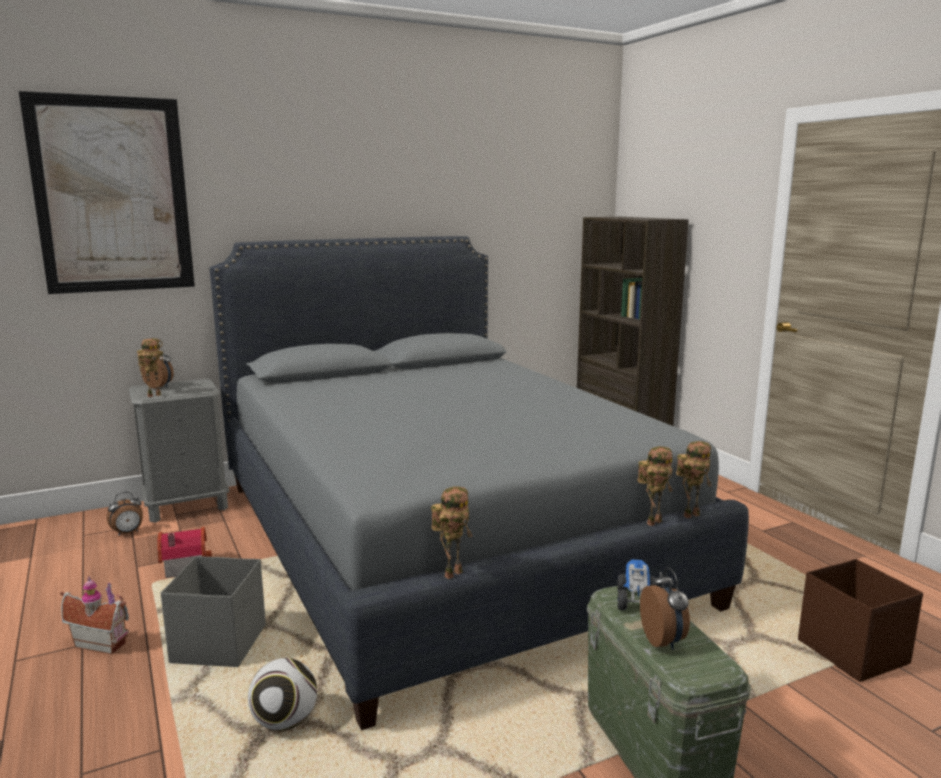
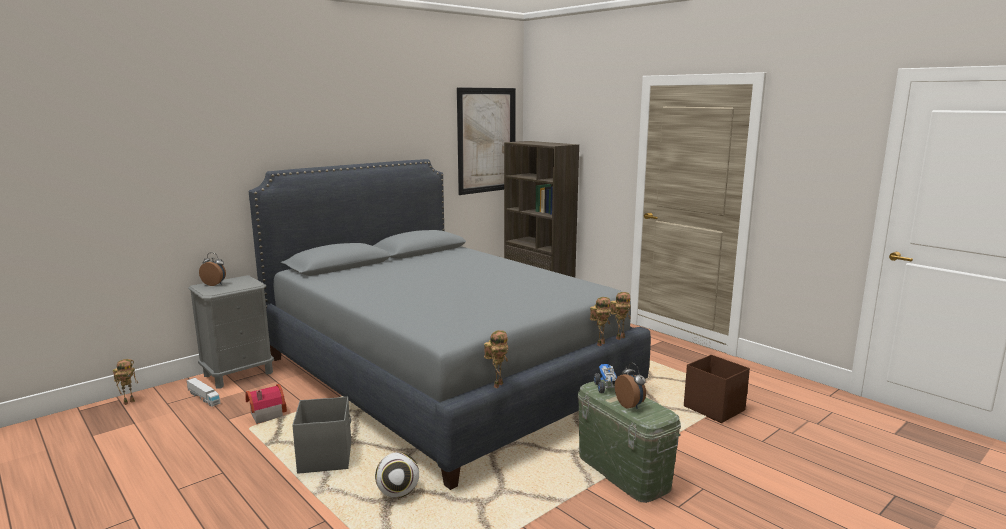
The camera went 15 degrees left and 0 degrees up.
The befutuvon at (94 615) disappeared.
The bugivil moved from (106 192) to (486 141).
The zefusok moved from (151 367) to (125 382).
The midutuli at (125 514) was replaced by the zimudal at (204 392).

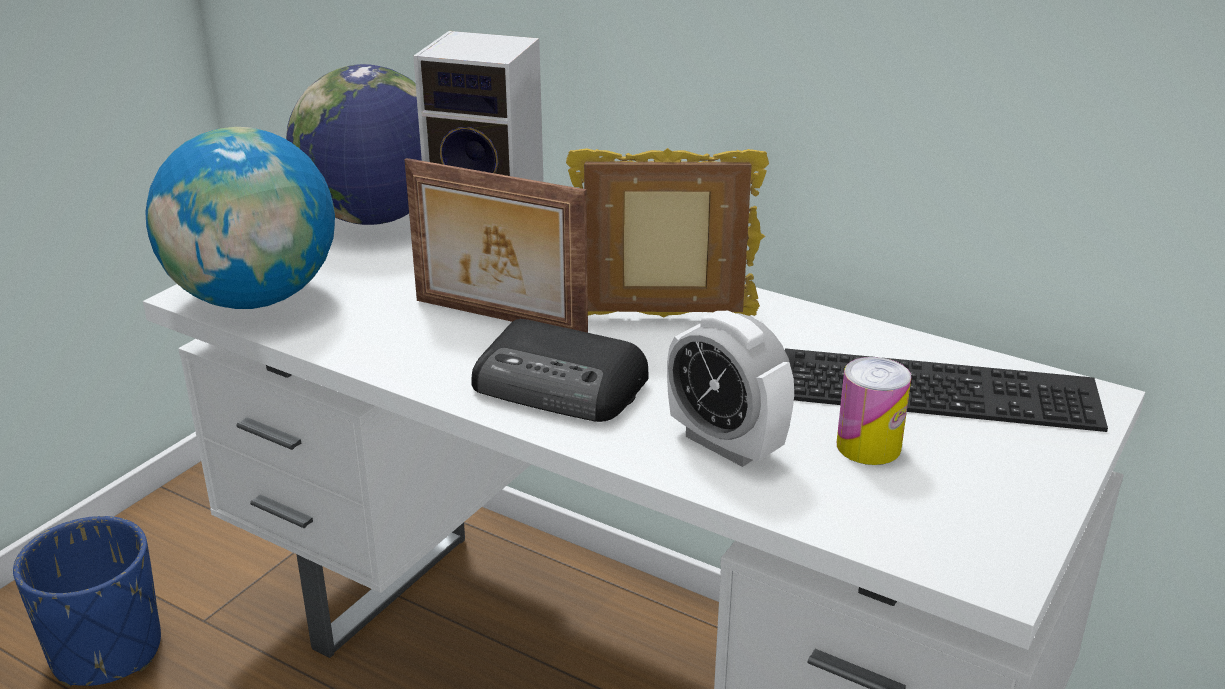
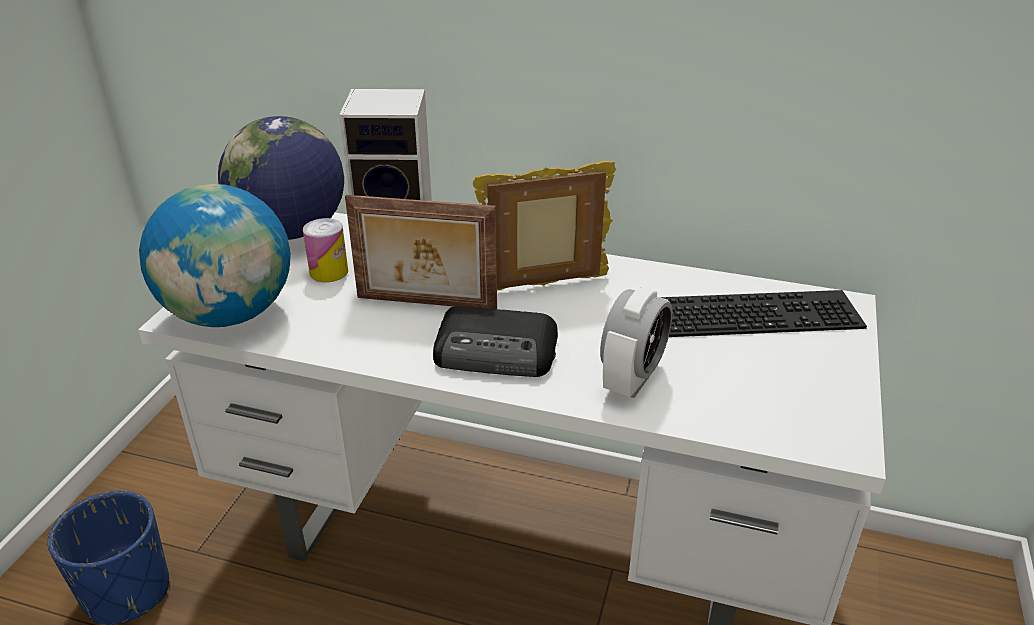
The camera went 15 degrees left and 5 degrees up.
The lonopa moved from (874 411) to (325 250).
The midutuli at (730 389) turned 90 degrees counterclockwise.

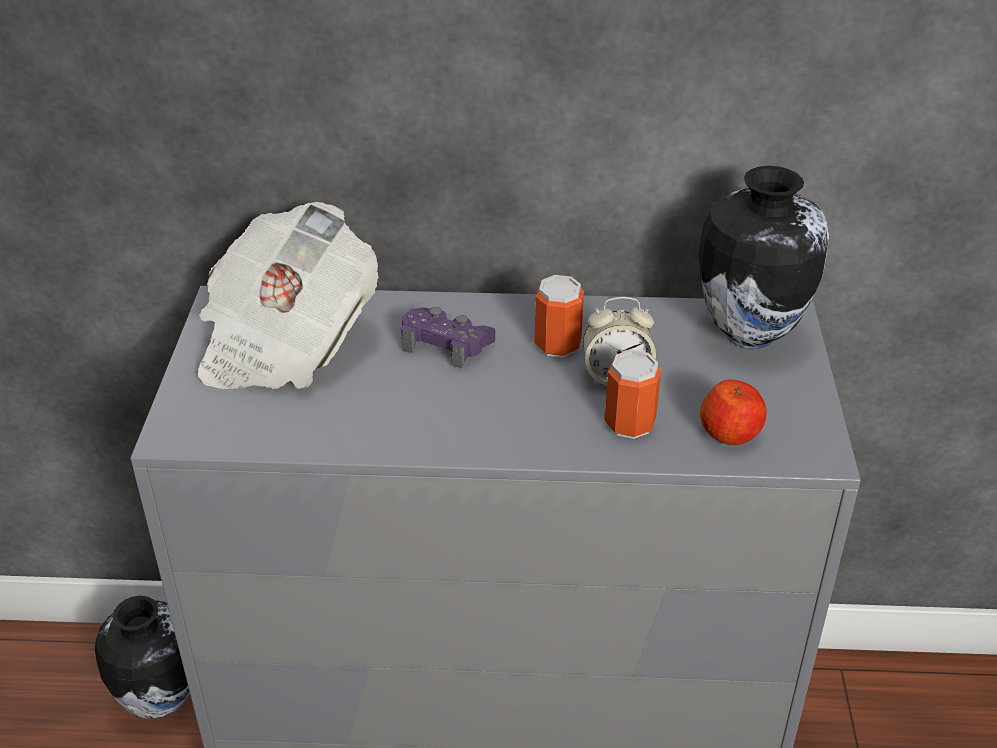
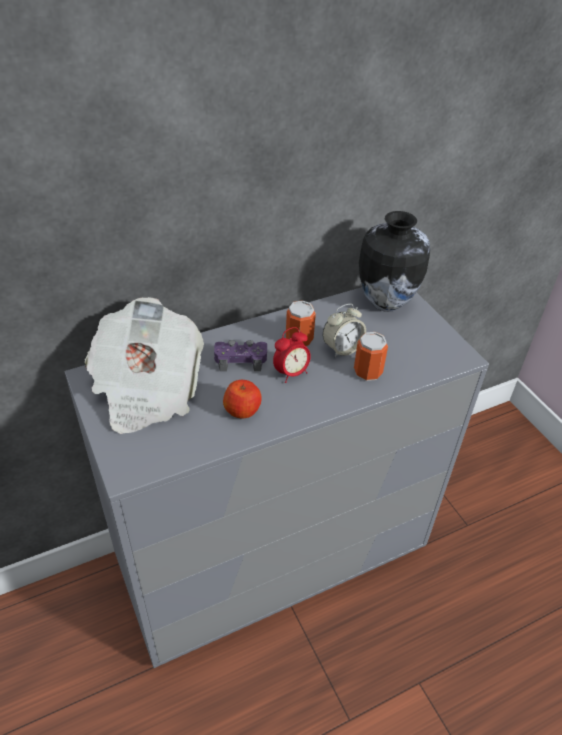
The camera went 30 degrees left and 5 degrees up.
The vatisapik at (142 657) disappeared.
The midutuli at (292 355) appeared.
The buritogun moved from (733 412) to (242 399).

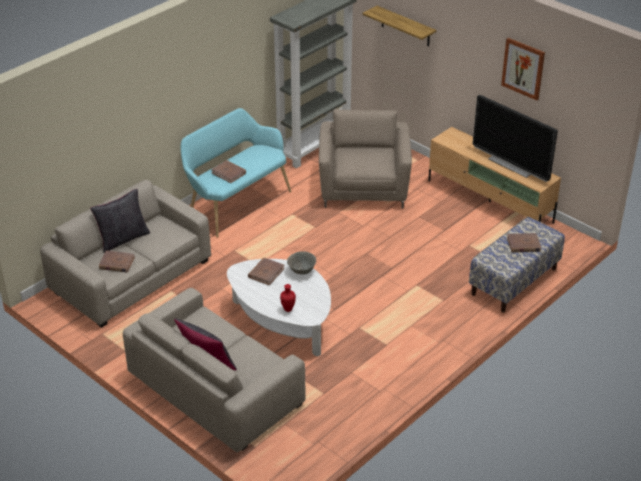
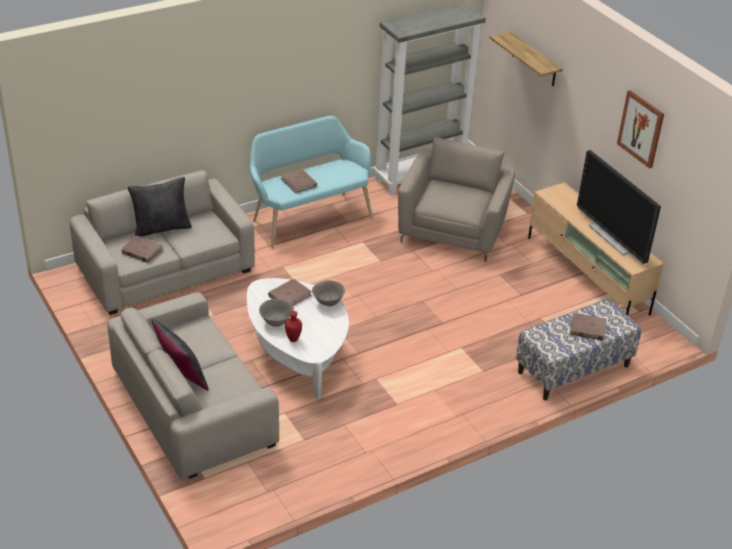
The camera went 15 degrees right and 0 degrees up.
The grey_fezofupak at (276 312) appeared.

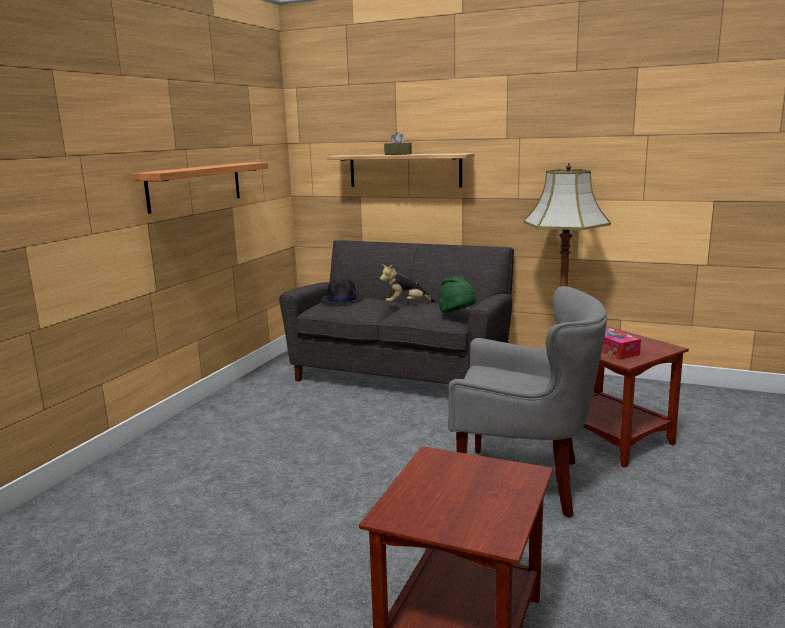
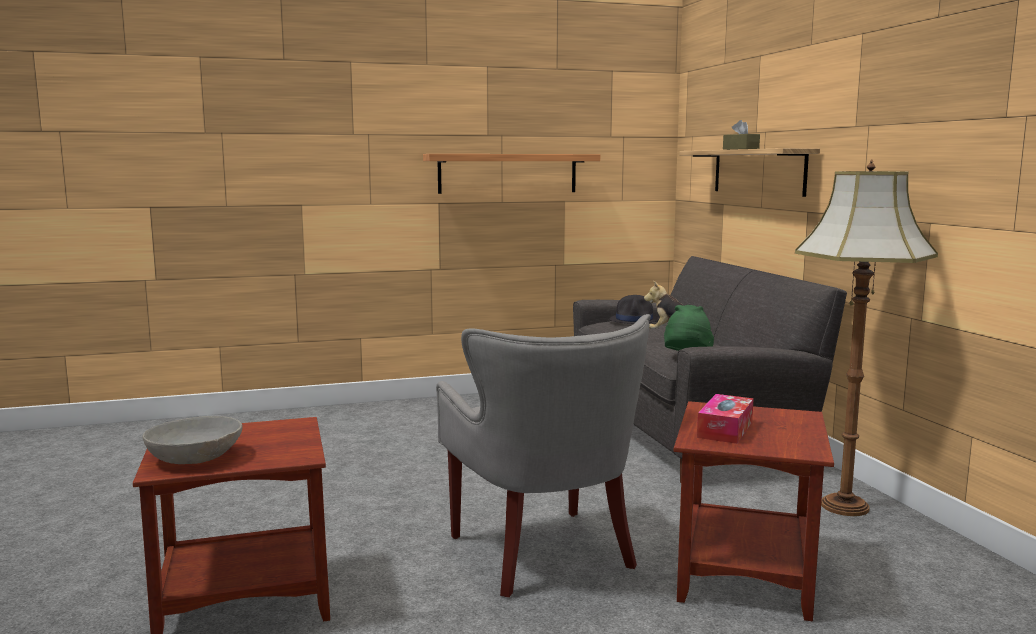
The camera went 50 degrees right and 5 degrees down.
The grey_fezofupak at (192 440) appeared.

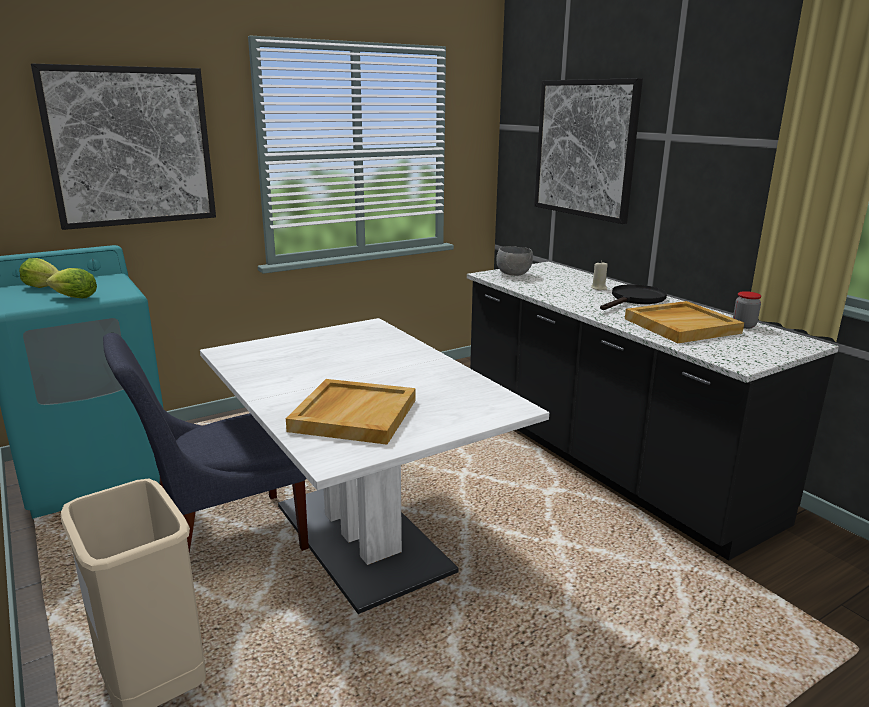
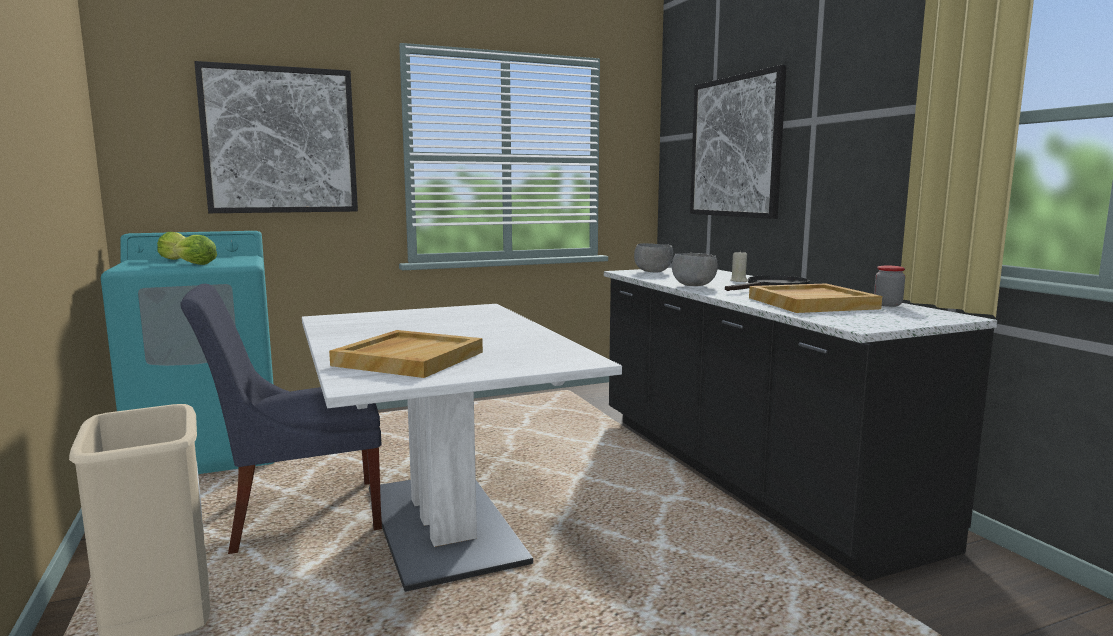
The camera went 10 degrees right and 10 degrees down.
The grey_fezofupak at (695 269) appeared.

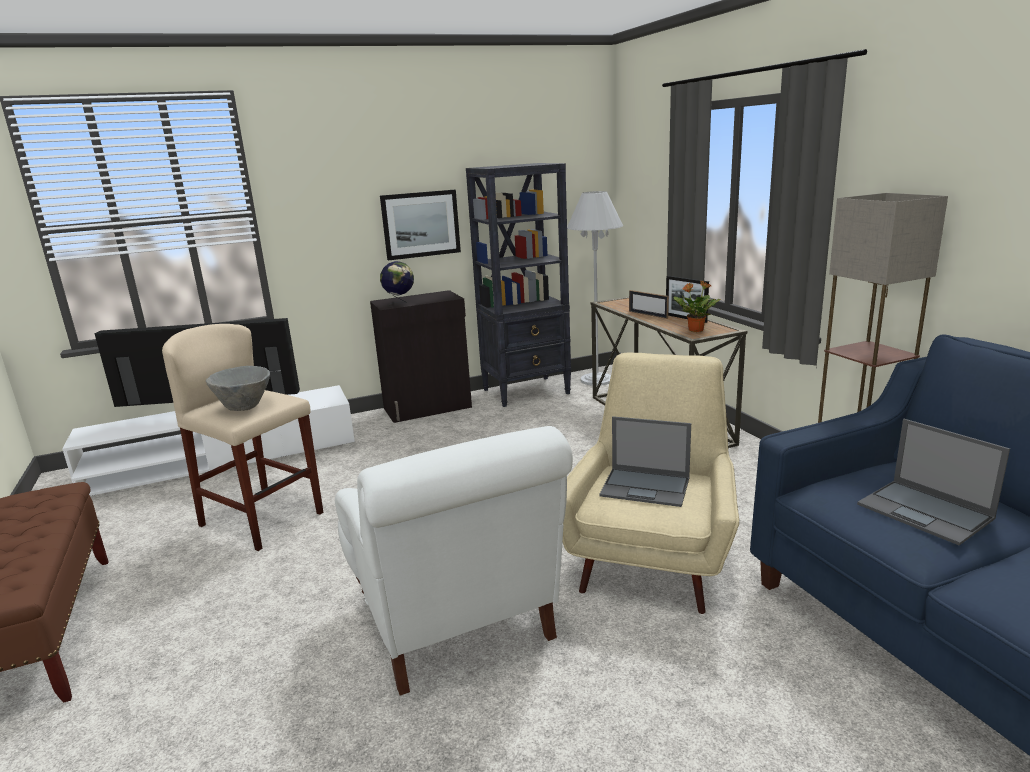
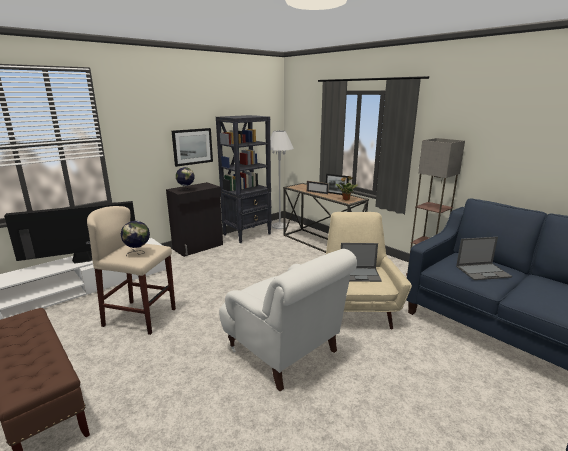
The camera went 20 degrees left and 0 degrees up.
The grey_fezofupak at (238 388) was replaced by the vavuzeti at (135 238).
The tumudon at (933 482) turned 45 degrees counterclockwise.

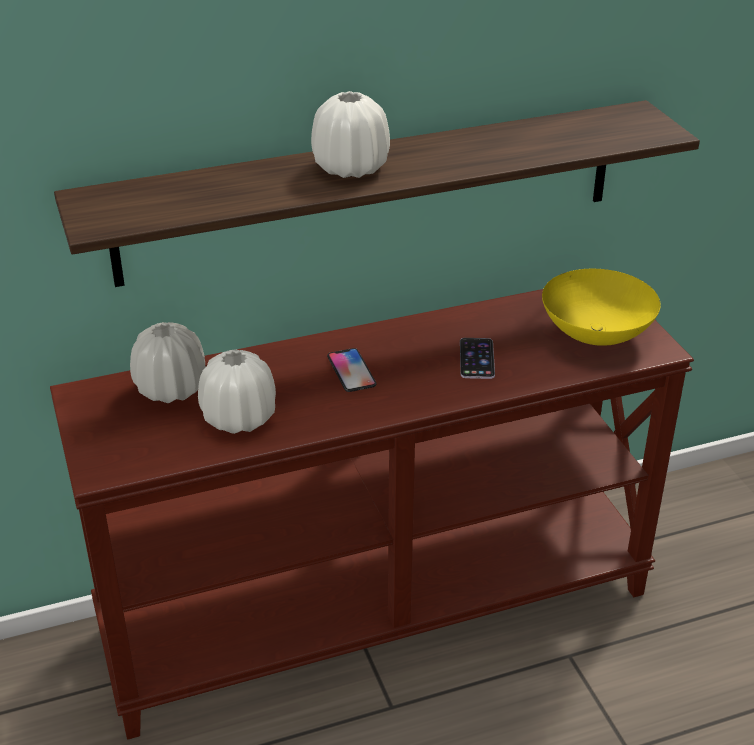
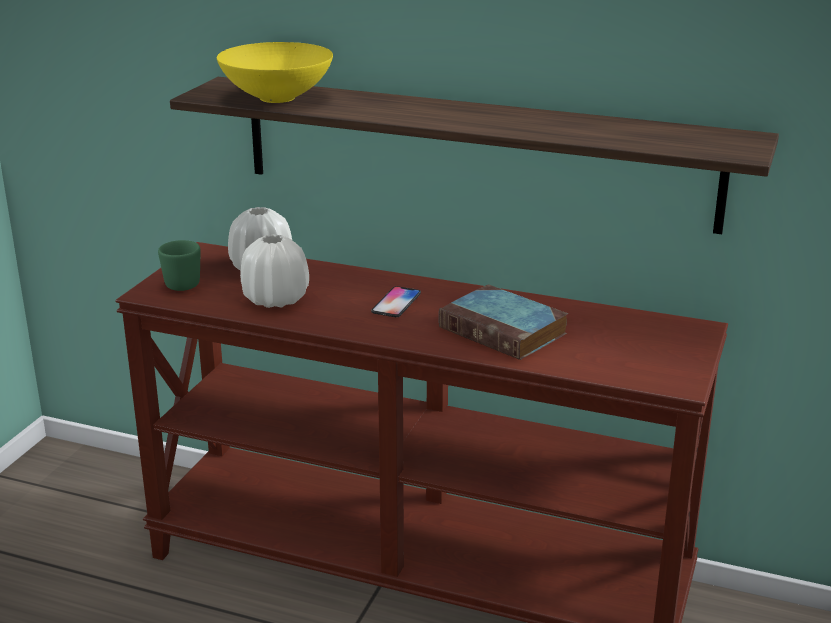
The camera went 40 degrees right and 10 degrees down.
The white_vatisapik at (350 134) disappeared.
The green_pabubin at (179 265) appeared.
The yellow_fezofupak moved from (601 307) to (275 72).
The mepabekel at (477 358) was replaced by the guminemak at (503 322).

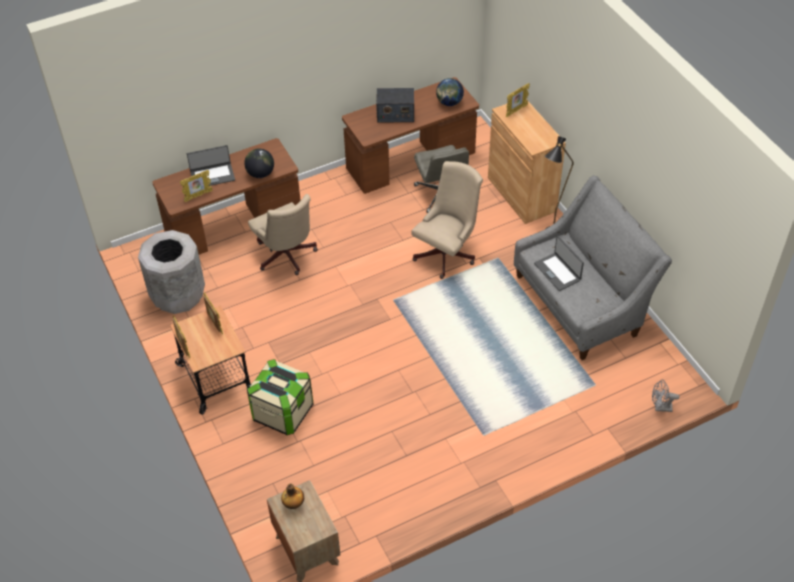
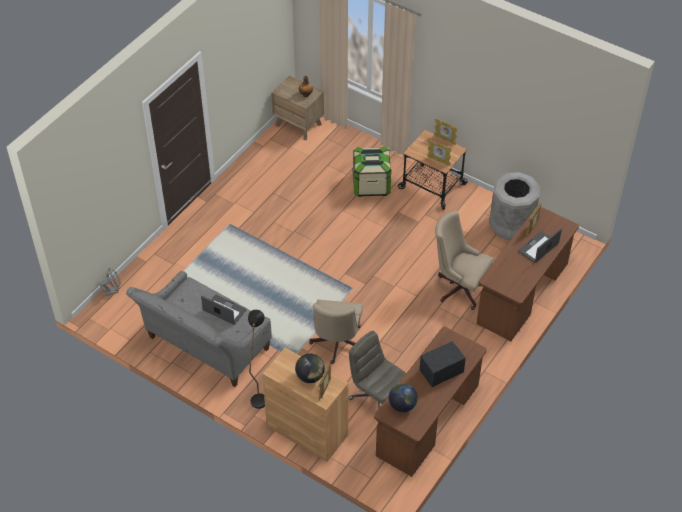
The camera went 150 degrees right and 0 degrees up.
The vavuzeti moved from (259 163) to (310 368).

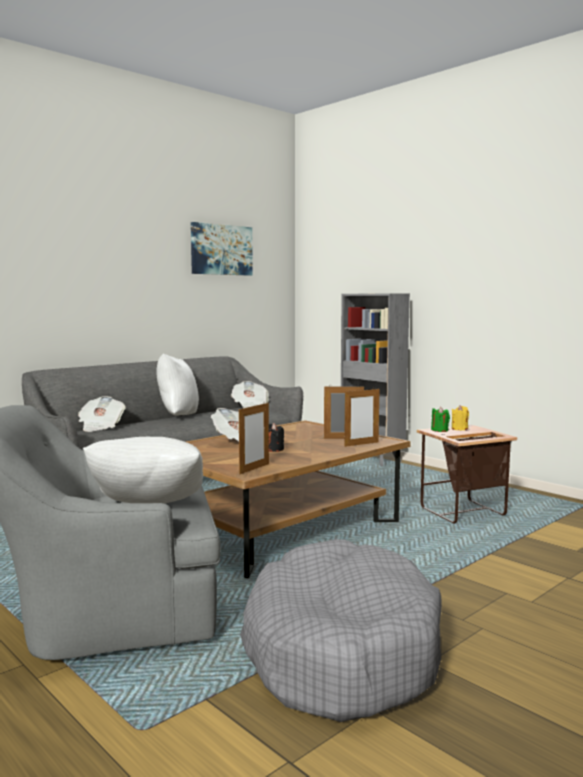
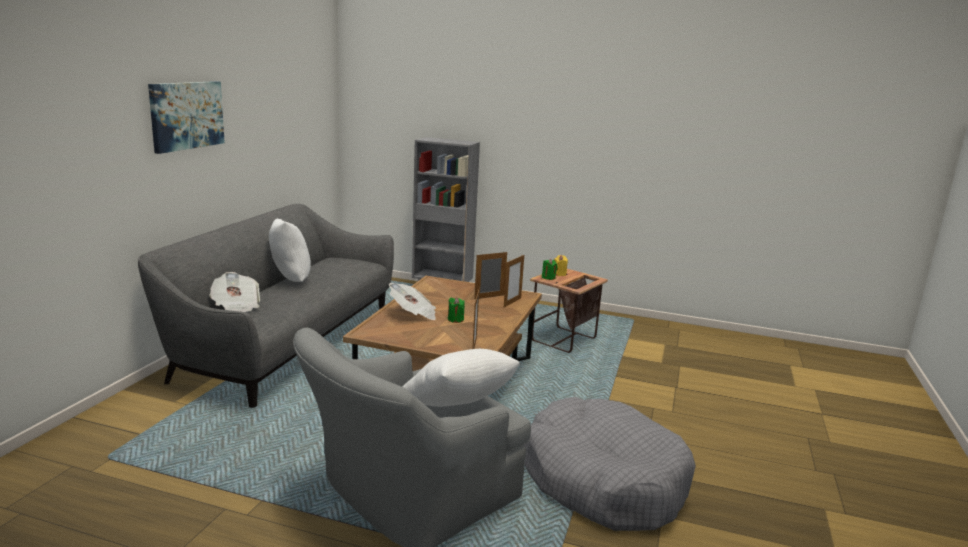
The camera went 30 degrees left and 10 degrees up.
The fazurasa at (250 394) disappeared.
The bugivil moved from (222 249) to (186 117).
The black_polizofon at (276 437) became the green_polizofon at (456 310).

